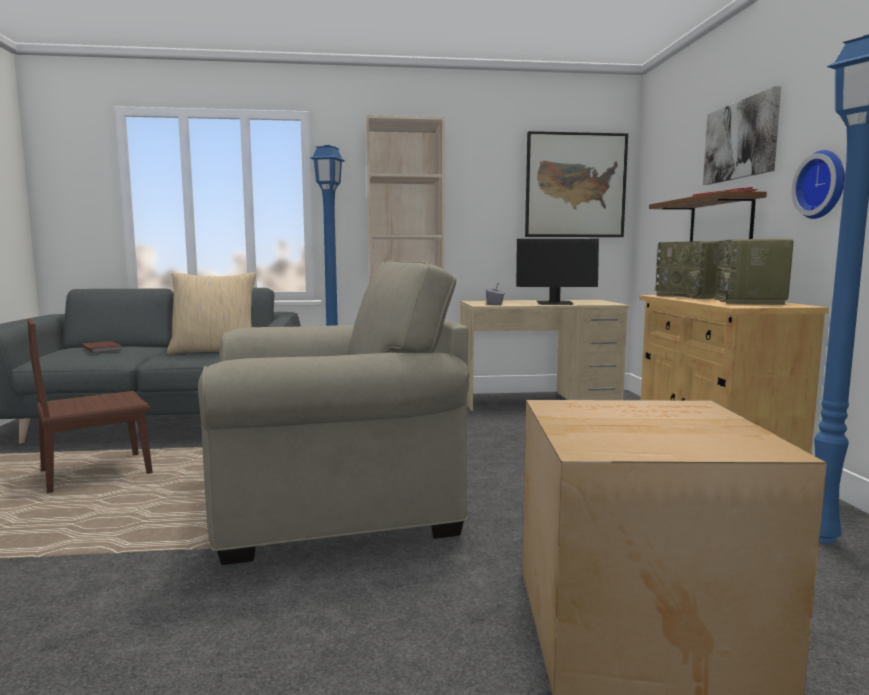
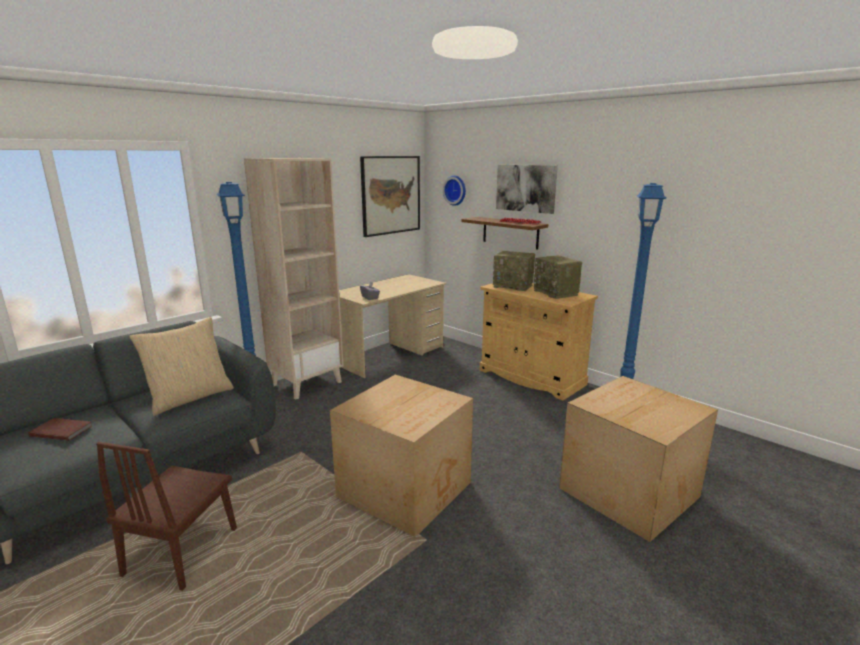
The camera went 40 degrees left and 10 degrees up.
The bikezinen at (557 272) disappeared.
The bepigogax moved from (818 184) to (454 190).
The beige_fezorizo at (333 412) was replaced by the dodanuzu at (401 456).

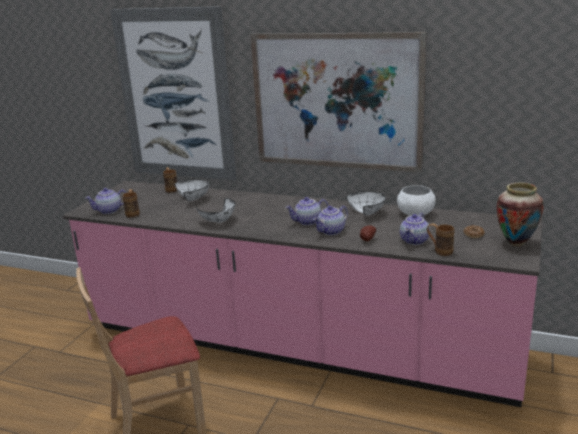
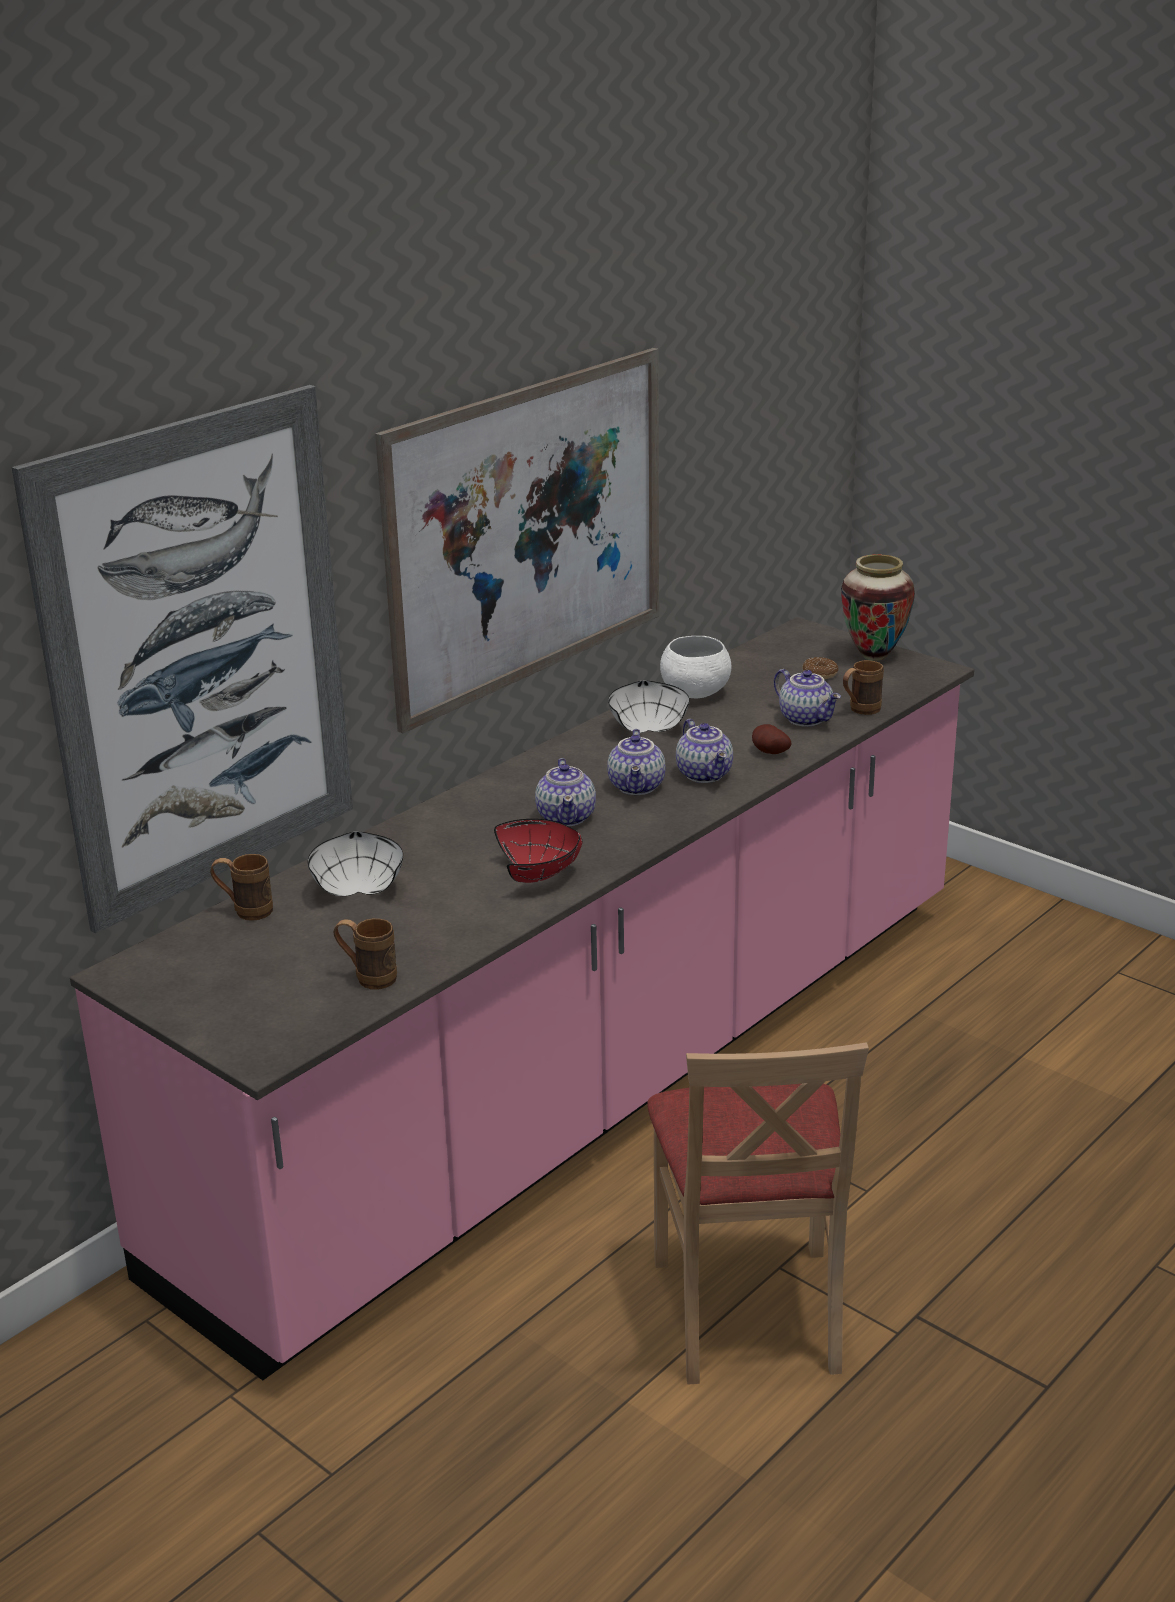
The camera went 70 degrees left and 5 degrees up.
The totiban moved from (106 201) to (565 792).
The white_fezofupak at (215 210) became the red_fezofupak at (538 851).

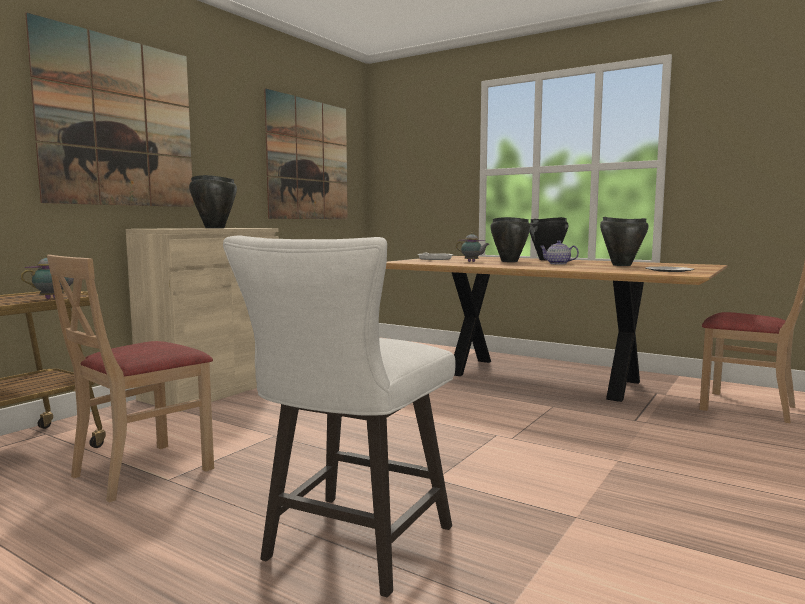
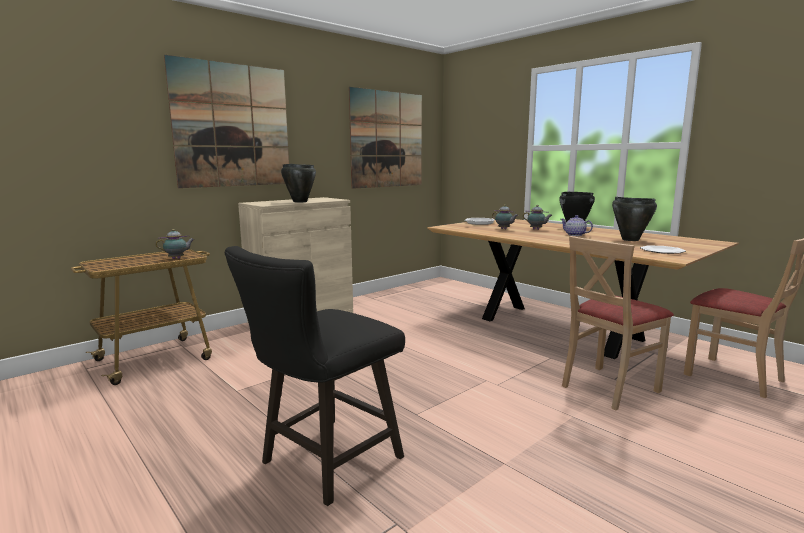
The camera went 15 degrees right and 5 degrees up.
The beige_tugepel moved from (130 378) to (618 323).
The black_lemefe at (511 239) was replaced by the totiban at (537 217).
The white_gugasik at (339 416) became the black_gugasik at (314 376).

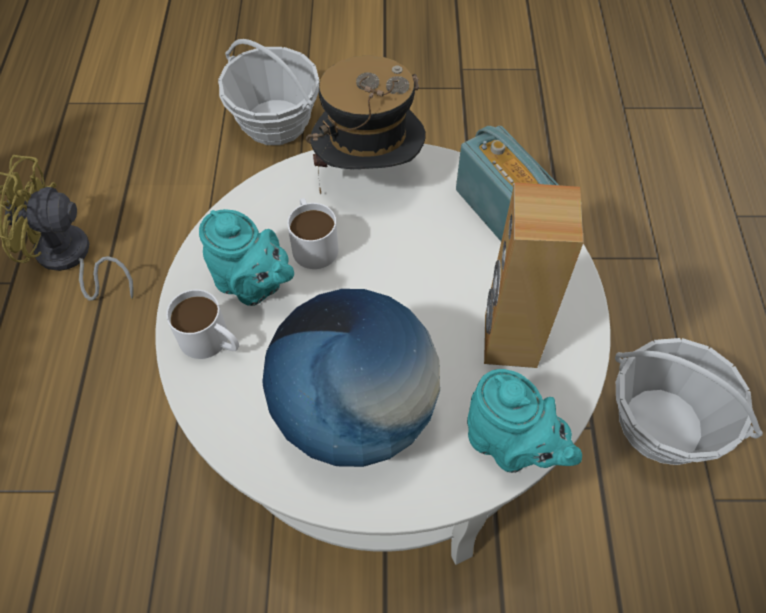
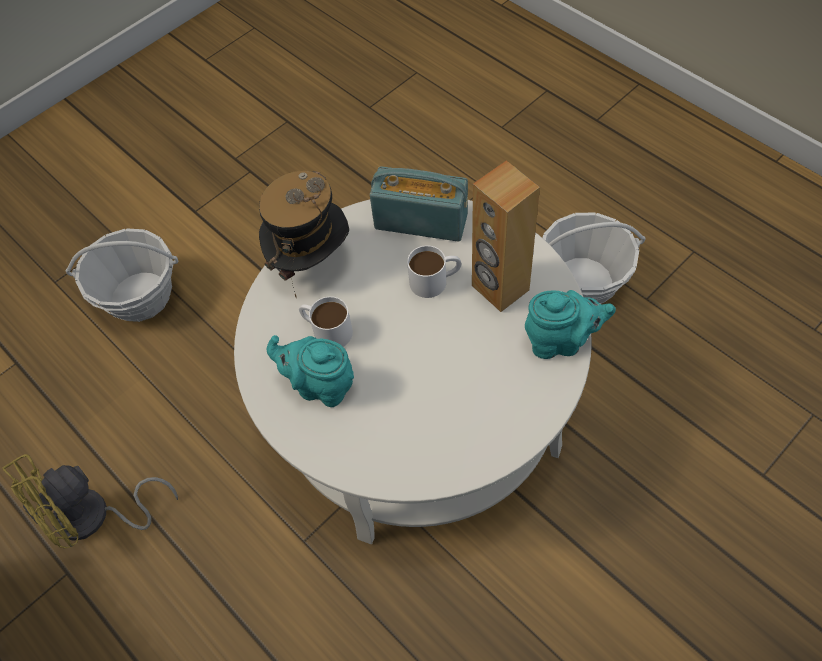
The camera went 40 degrees left and 0 degrees up.
The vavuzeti at (351 378) disappeared.
The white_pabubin moved from (202 324) to (434 271).
The turquoise_totiban at (246 257) turned 150 degrees counterclockwise.

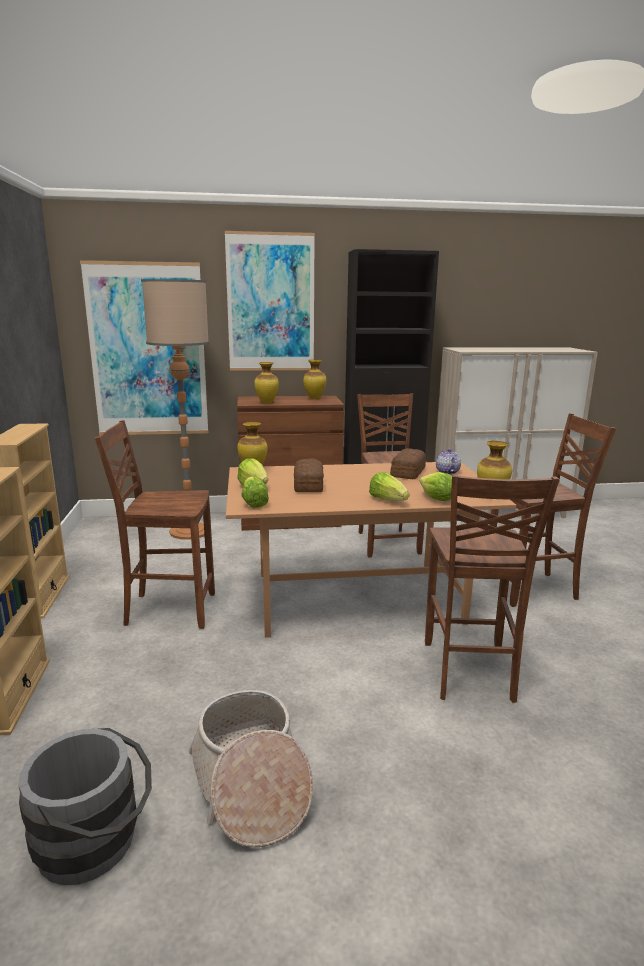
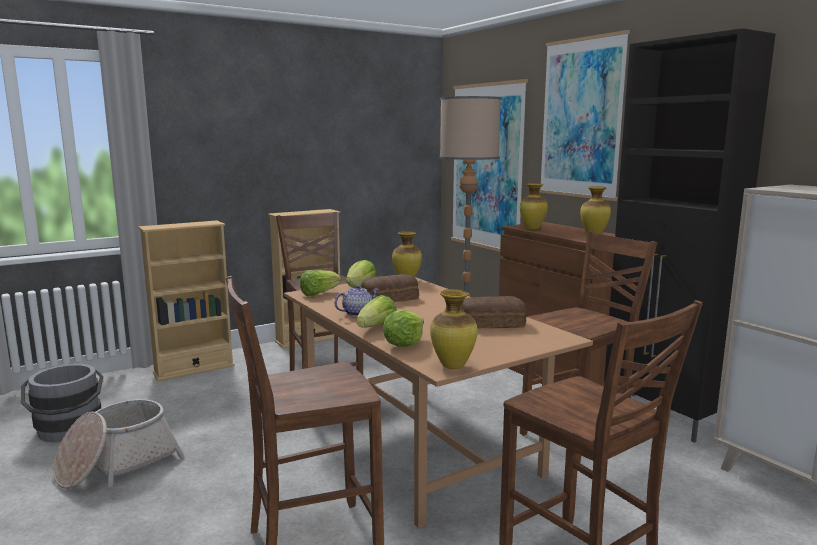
The camera went 65 degrees right and 5 degrees down.
The totiban moved from (448 462) to (357 300).

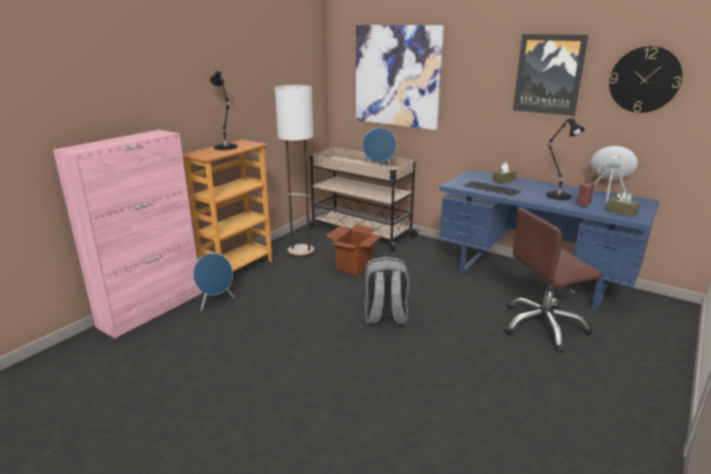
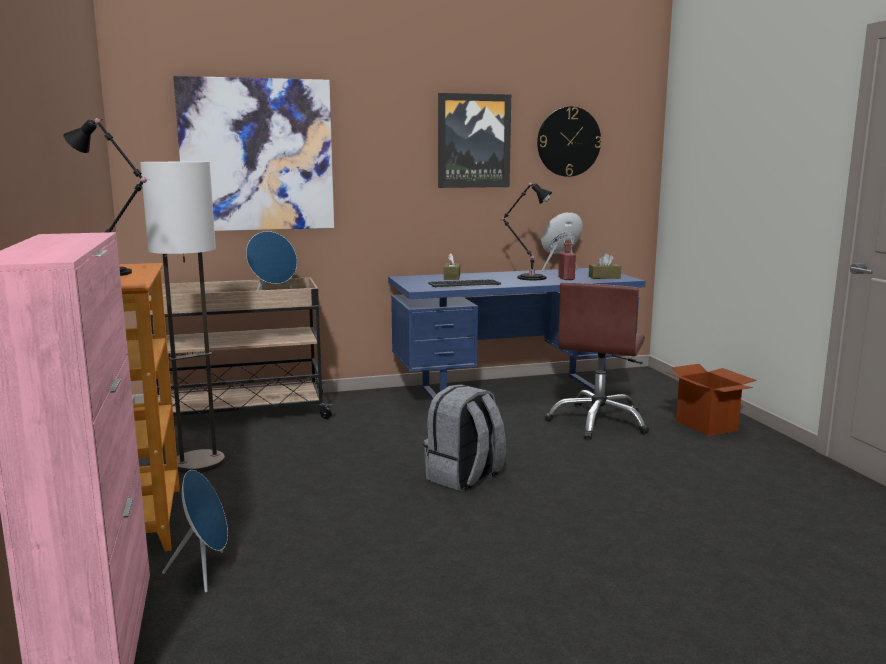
The camera went 50 degrees left and 10 degrees down.
The dodanuzu moved from (354 249) to (711 400).

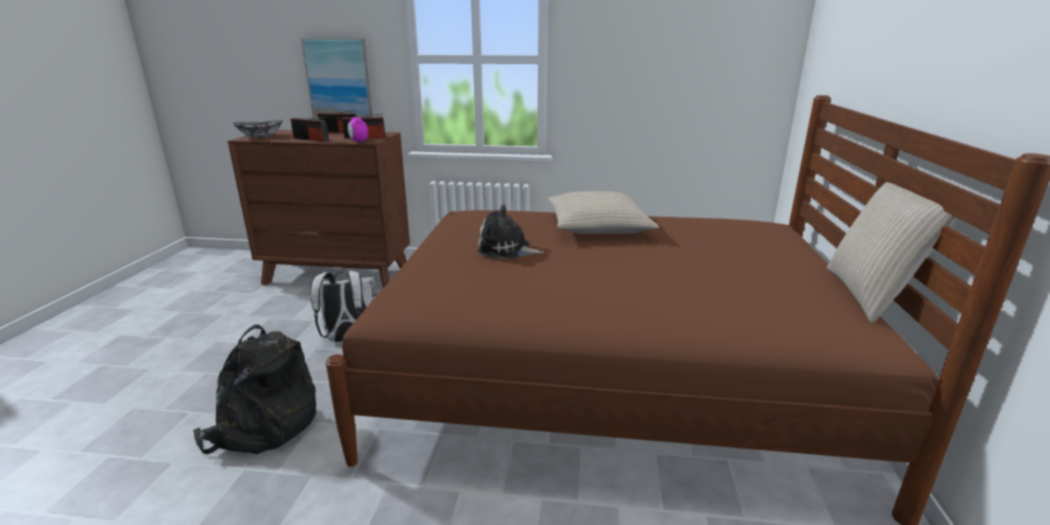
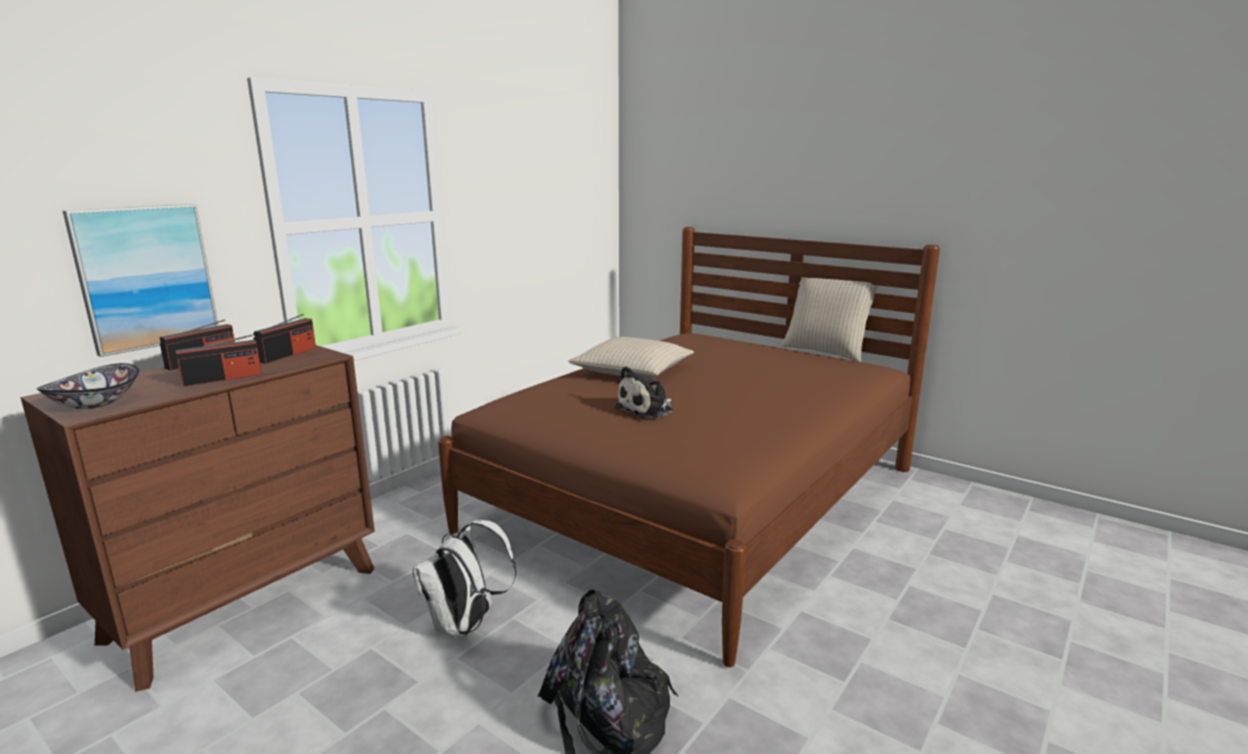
The camera went 60 degrees left and 5 degrees down.
The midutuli at (358 129) disappeared.

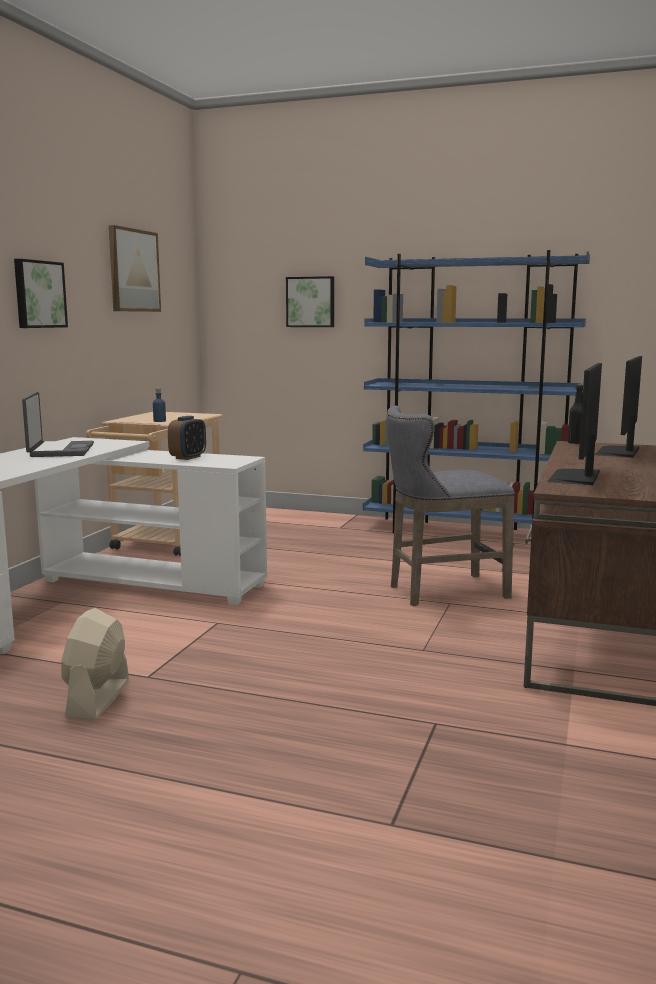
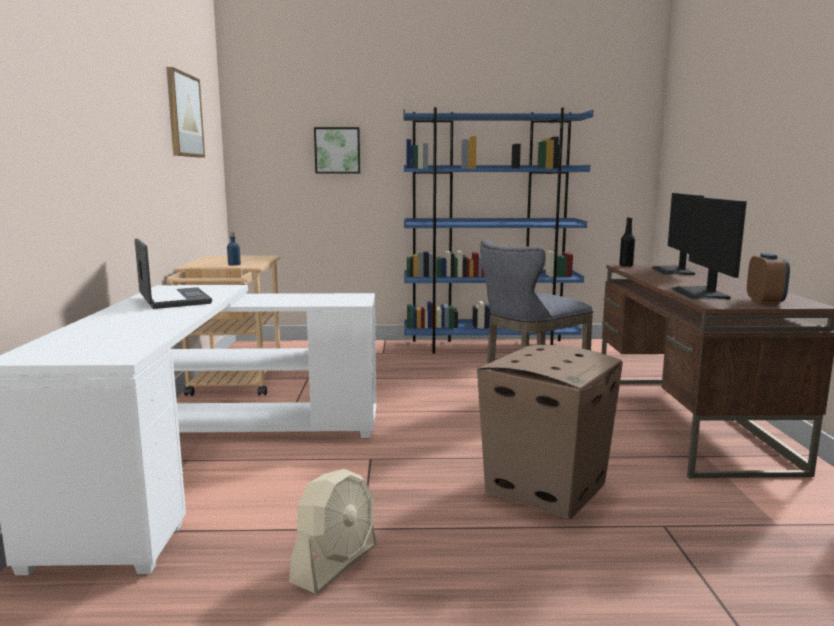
The camera went 20 degrees left and 0 degrees up.
The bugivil at (41 293) disappeared.
The dodanuzu at (550 432) appeared.
The midutuli moved from (187 438) to (768 279).
The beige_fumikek at (95 663) turned 135 degrees counterclockwise.

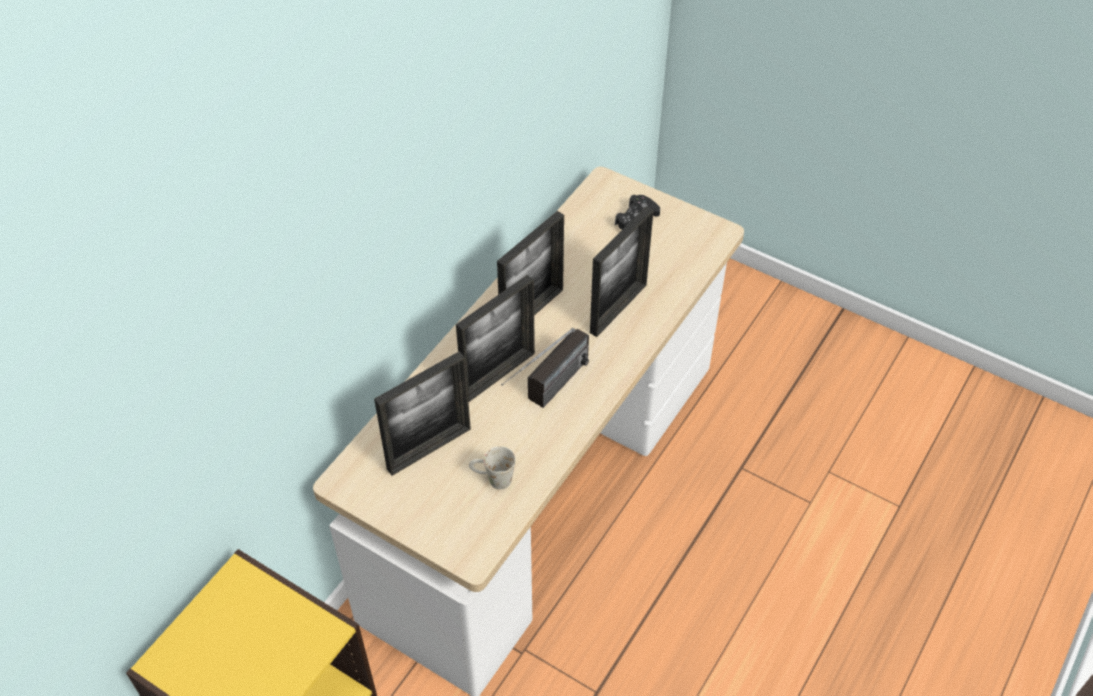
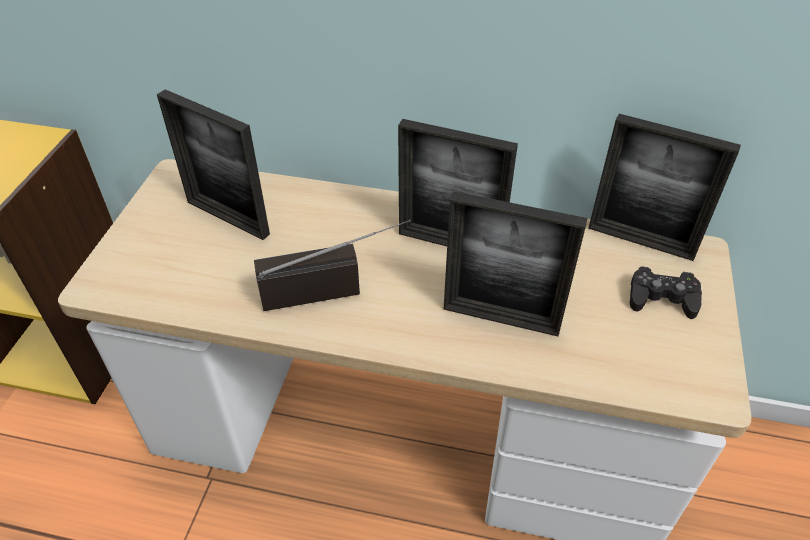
The camera went 70 degrees right and 5 degrees down.
The white_pabubin at (492 467) disappeared.
The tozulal moved from (495 338) to (664 187).
The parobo at (545 368) turned 150 degrees clockwise.

